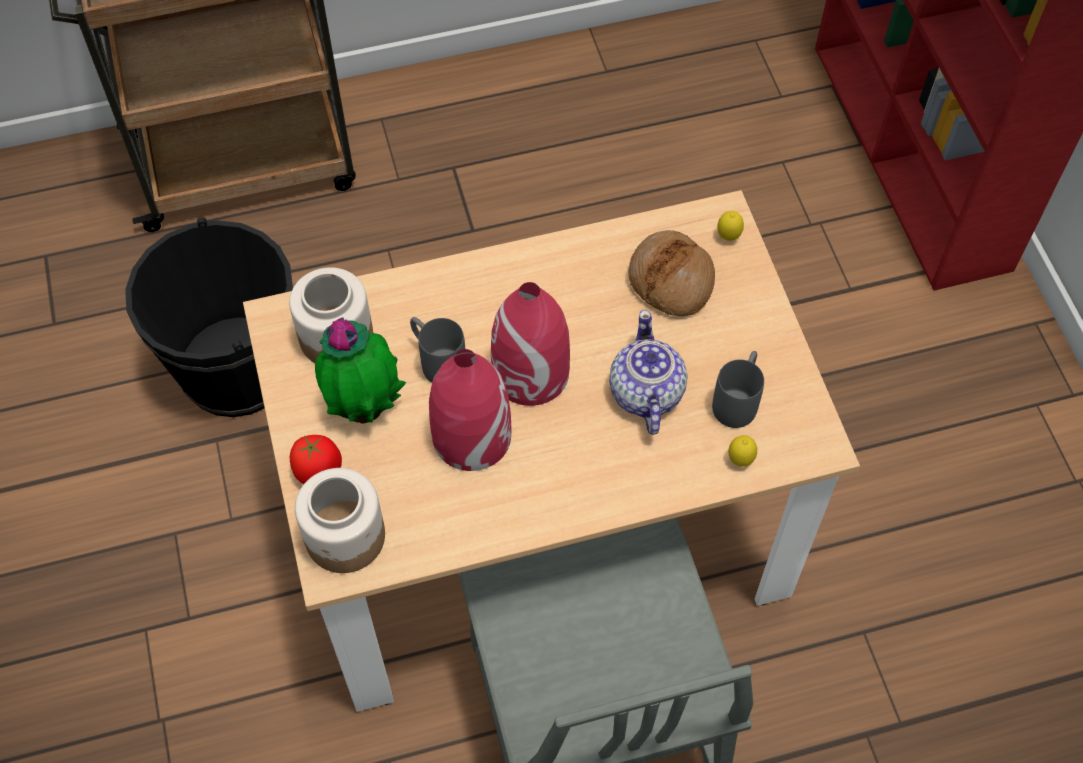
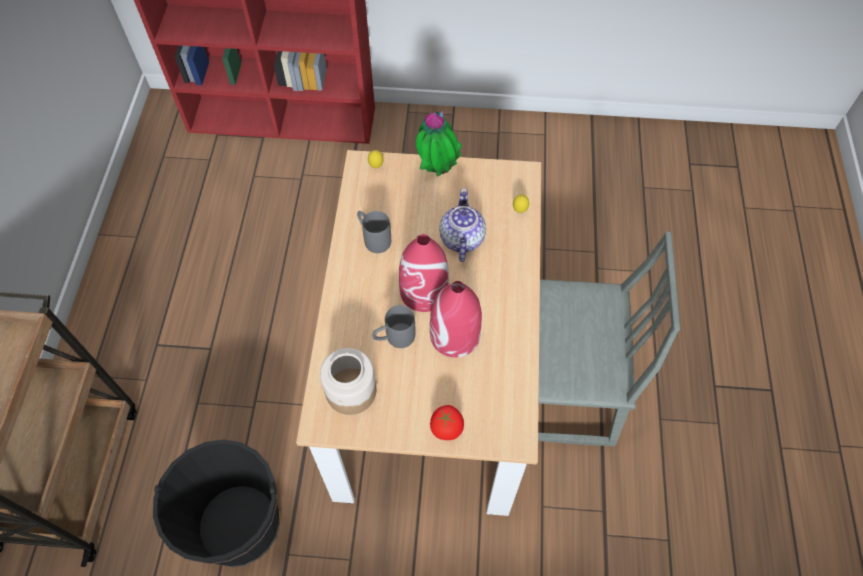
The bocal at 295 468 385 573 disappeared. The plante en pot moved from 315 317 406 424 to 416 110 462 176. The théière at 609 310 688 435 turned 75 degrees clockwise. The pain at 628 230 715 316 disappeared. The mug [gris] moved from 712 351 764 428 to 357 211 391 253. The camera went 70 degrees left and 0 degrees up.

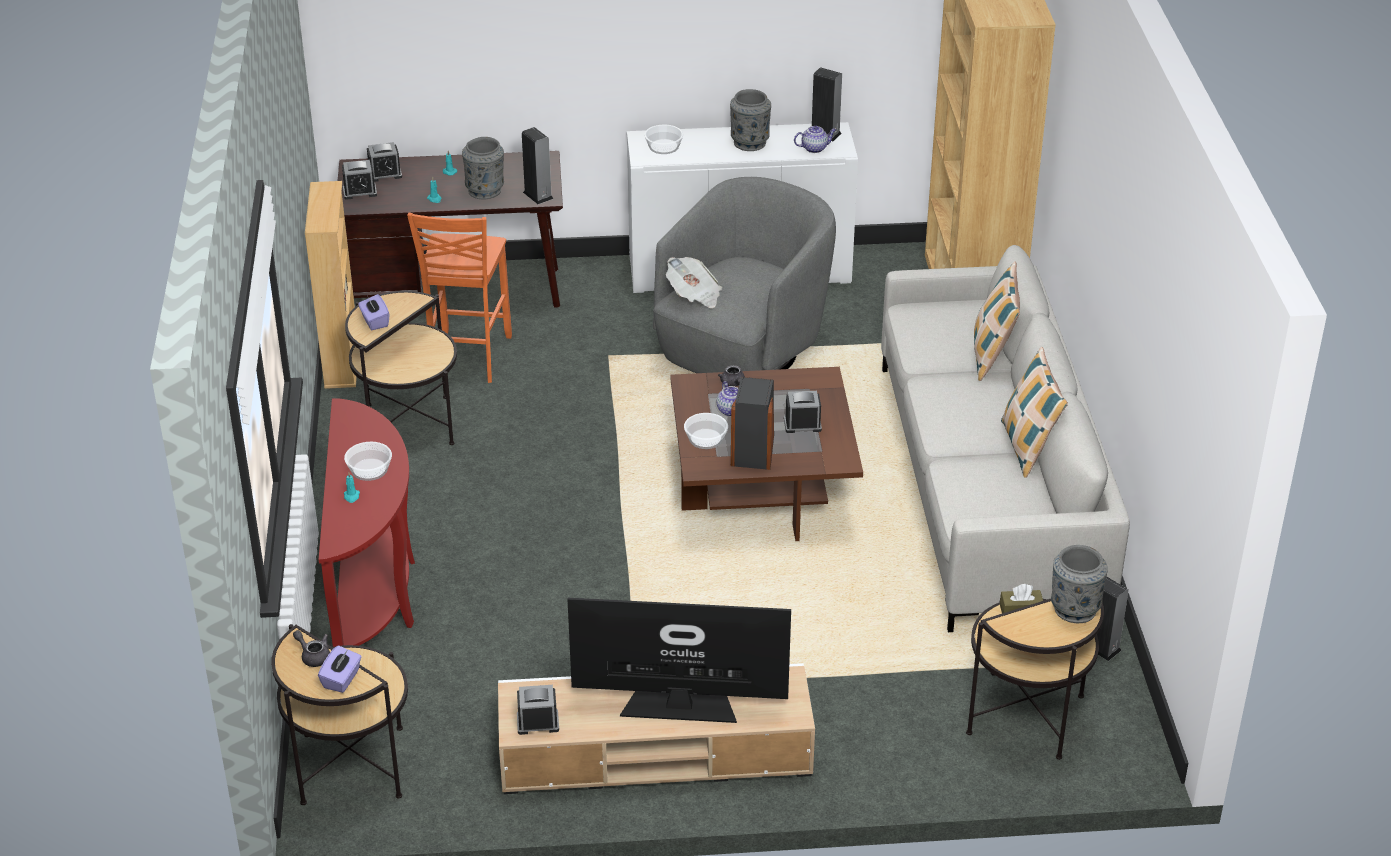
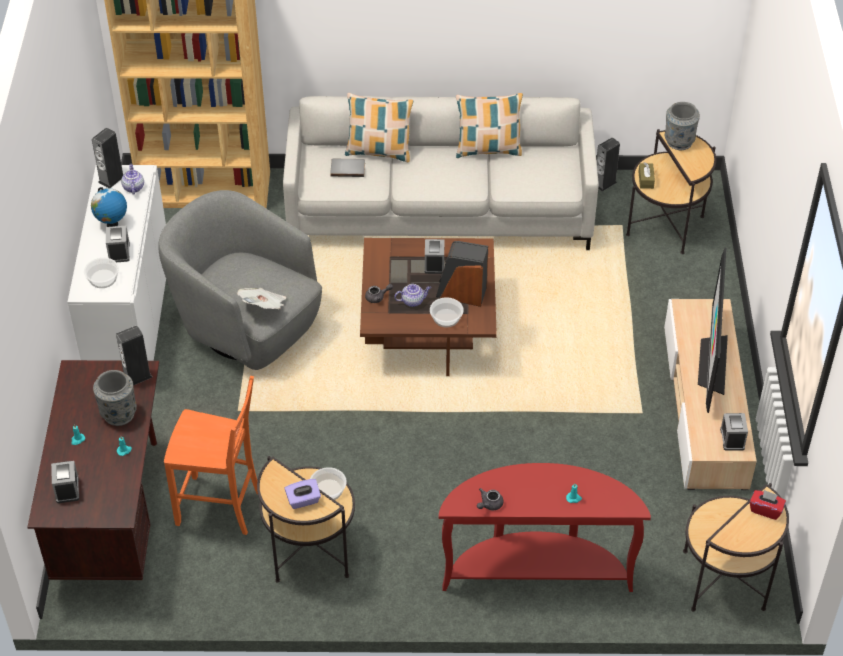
The théière [gris] moved from 293 630 330 667 to 477 488 504 510. The bibliothèque [beige] at 305 181 357 389 disappeared. The boîte à mouchoirs [violet] at 318 645 362 693 became the boîte à mouchoirs [rouge] at 750 490 786 520. The réveil moved from 342 160 377 200 to 106 226 130 262. The bol moved from 344 442 392 481 to 310 467 347 500. The vase [gris] at 730 89 771 151 was replaced by the globe at 91 187 127 227. The livre [gris] at 330 159 365 177 appeared. The camera went 85 degrees left and 10 degrees up.

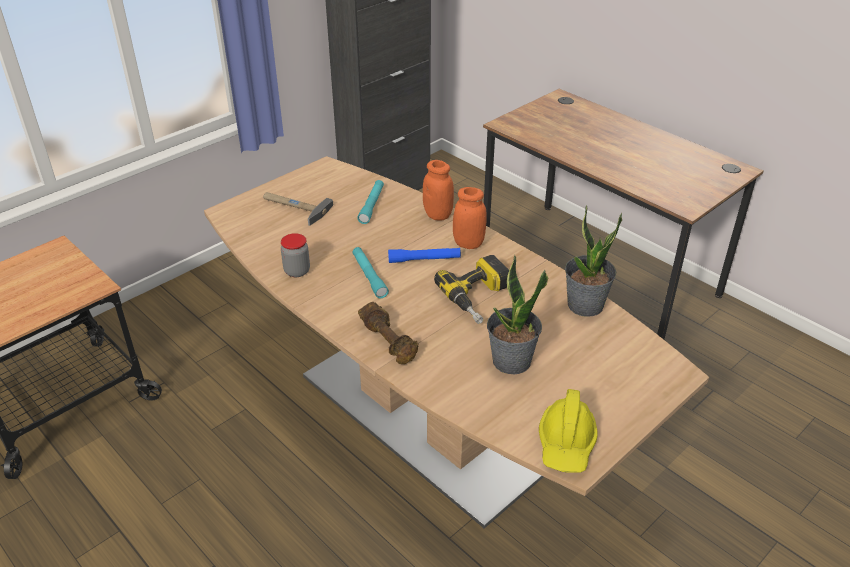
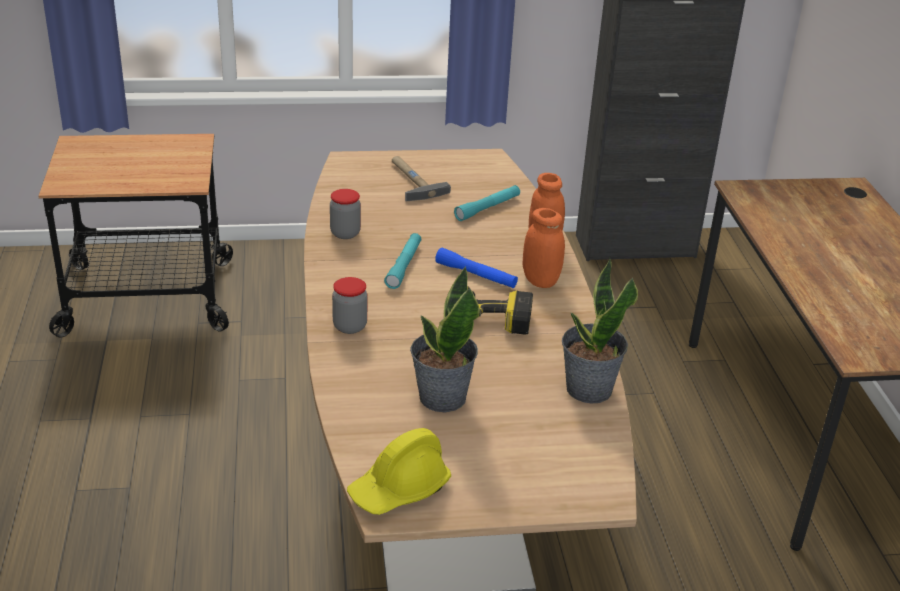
The haltère [marron] at 358 302 419 364 was replaced by the bocal at 332 277 367 334. The camera went 35 degrees right and 5 degrees down.

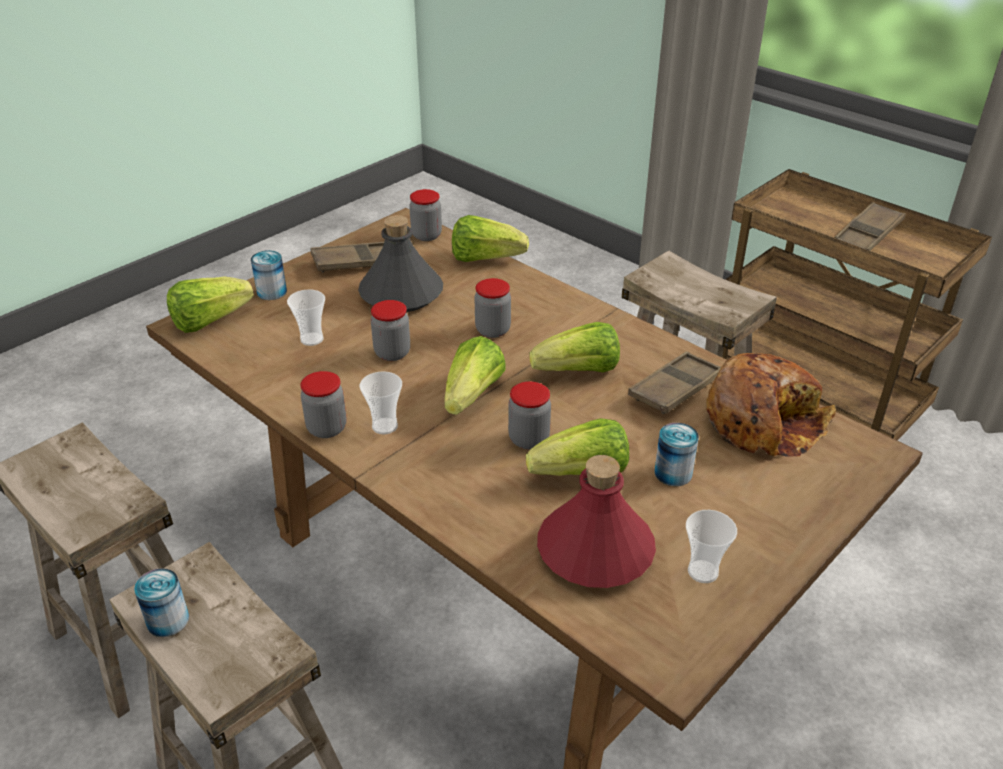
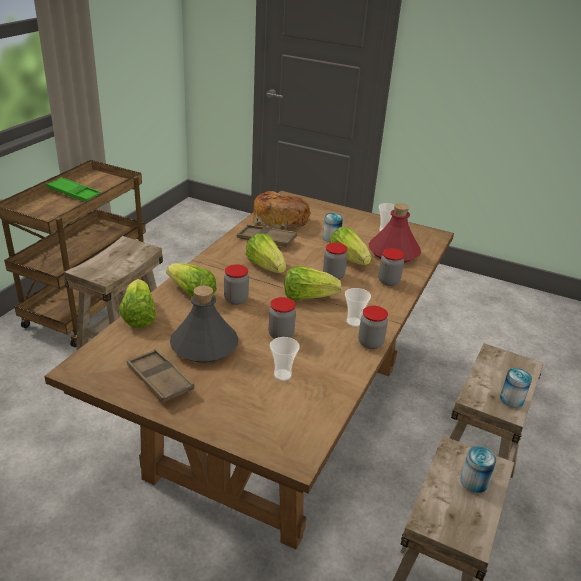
The laitue moved from 167 277 254 333 to 166 263 217 297. The boîte métallique moved from 251 250 287 300 to 461 446 496 493. The bocal moved from 409 189 442 241 to 378 248 404 286. The plateau [marron] at 834 202 906 251 became the plateau [vert] at 46 177 101 202. The camera went 110 degrees left and 5 degrees down.

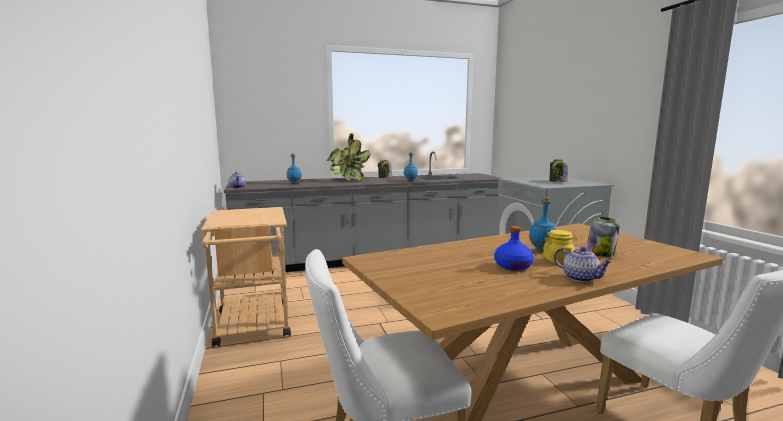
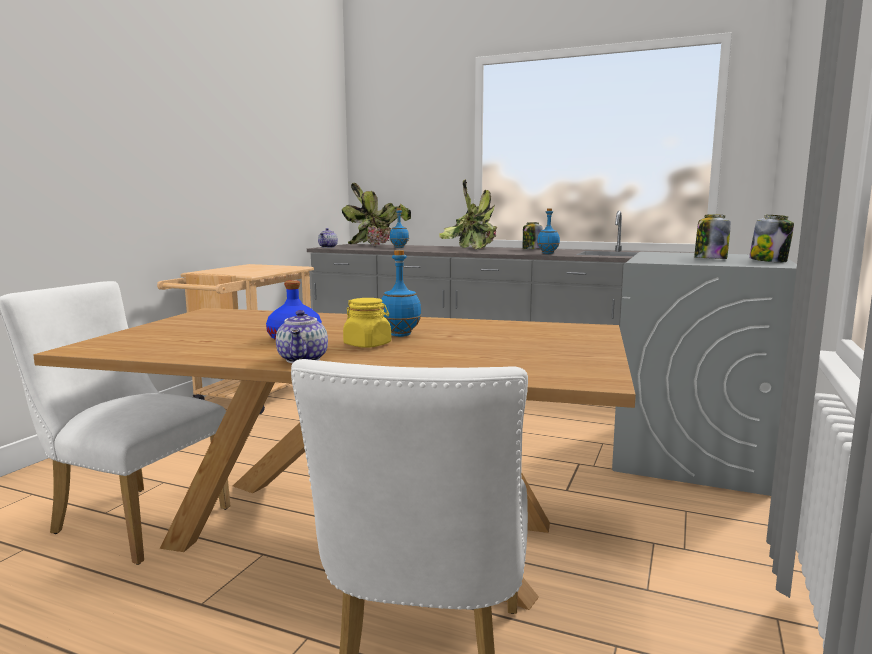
The bocal moved from 586 217 620 257 to 749 215 794 262. The plante en pot at 342 183 411 246 appeared. The camera went 40 degrees right and 0 degrees up.

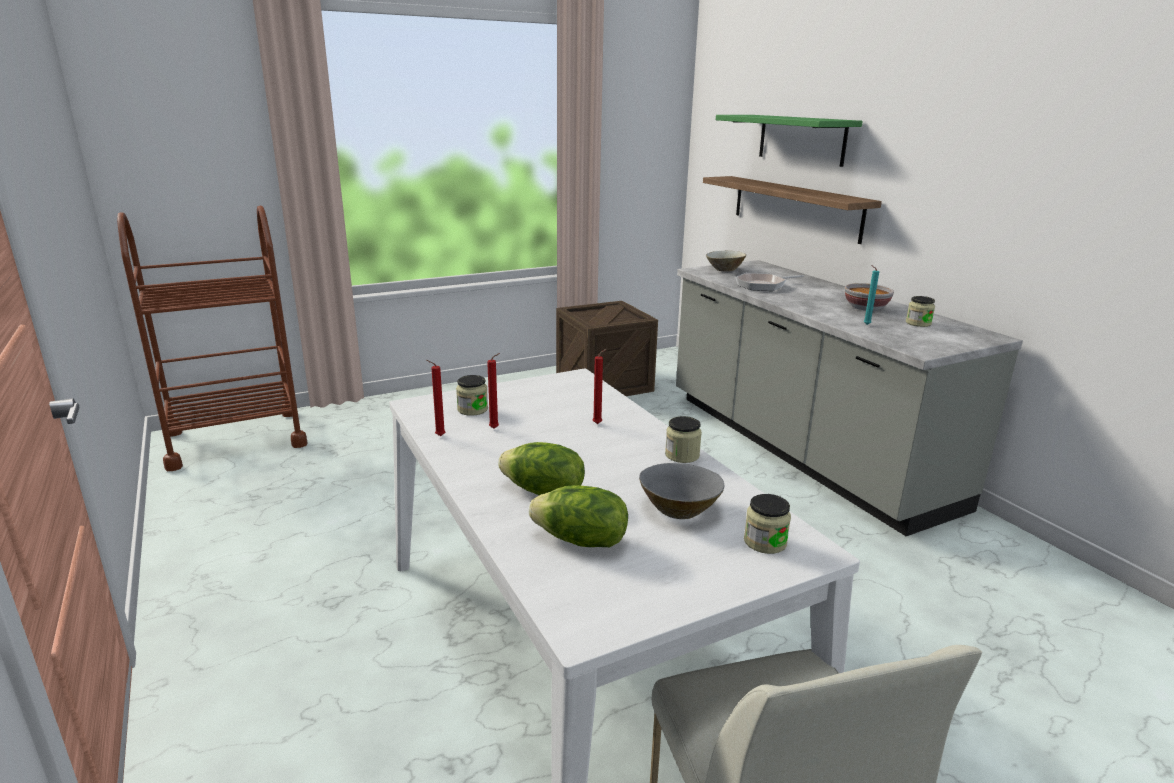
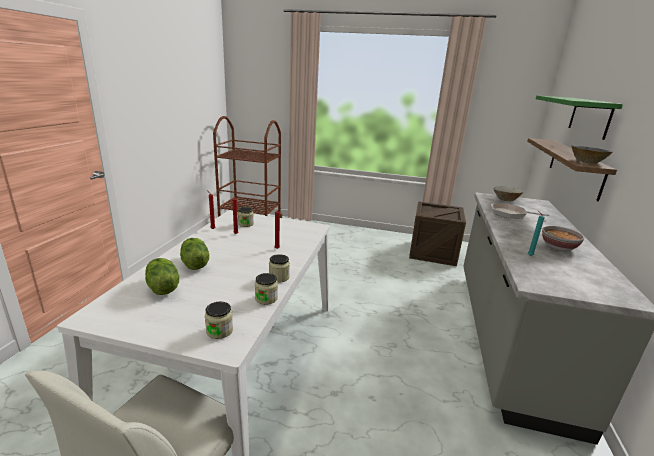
The bol [gris] moved from 639 463 724 519 to 572 145 613 164. The bocal moved from 906 296 935 327 to 255 273 278 305. The camera went 40 degrees right and 0 degrees up.

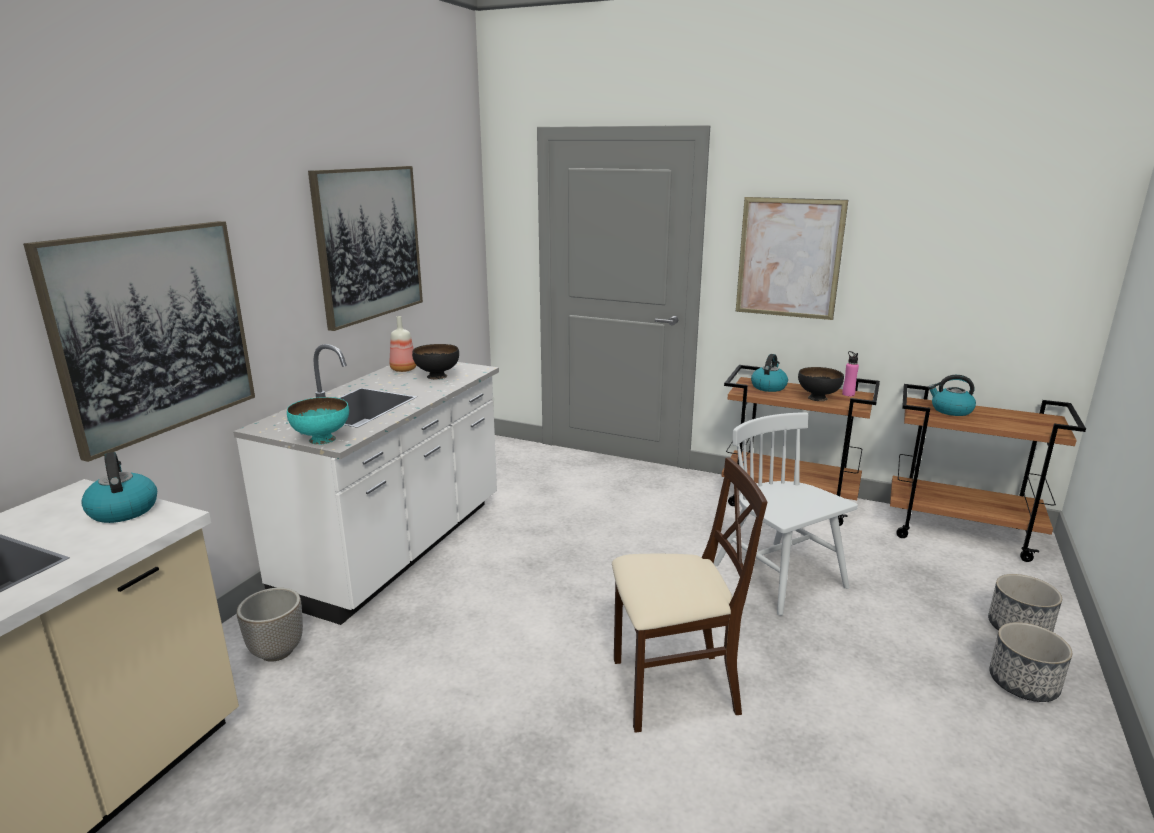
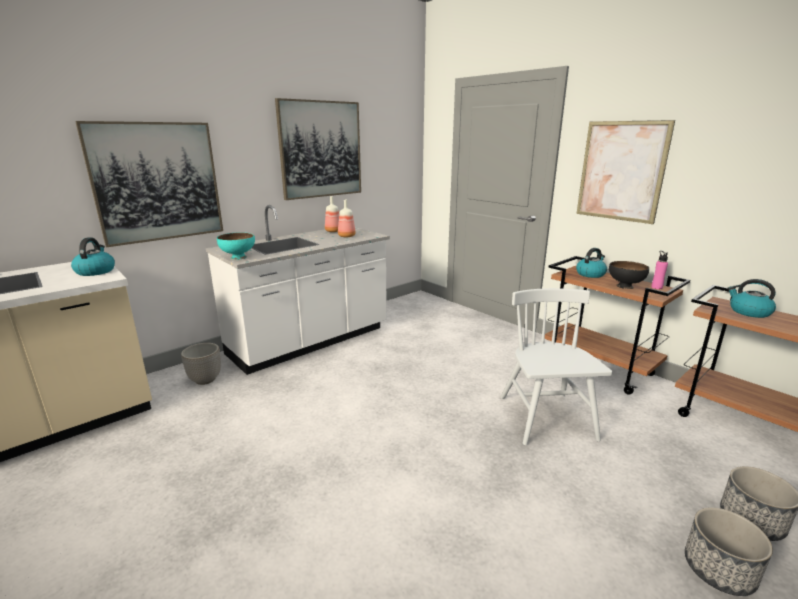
The bol [noir] at 412 344 459 379 was replaced by the bouteille at 338 200 356 237. The chaise [beige] at 612 457 767 733 disappeared. The camera went 25 degrees right and 0 degrees up.

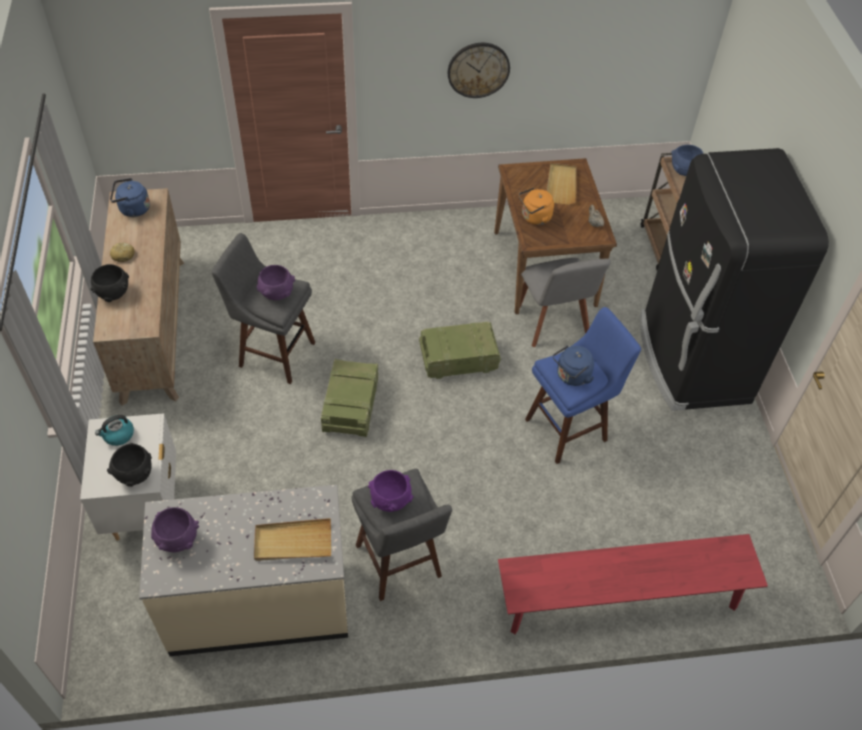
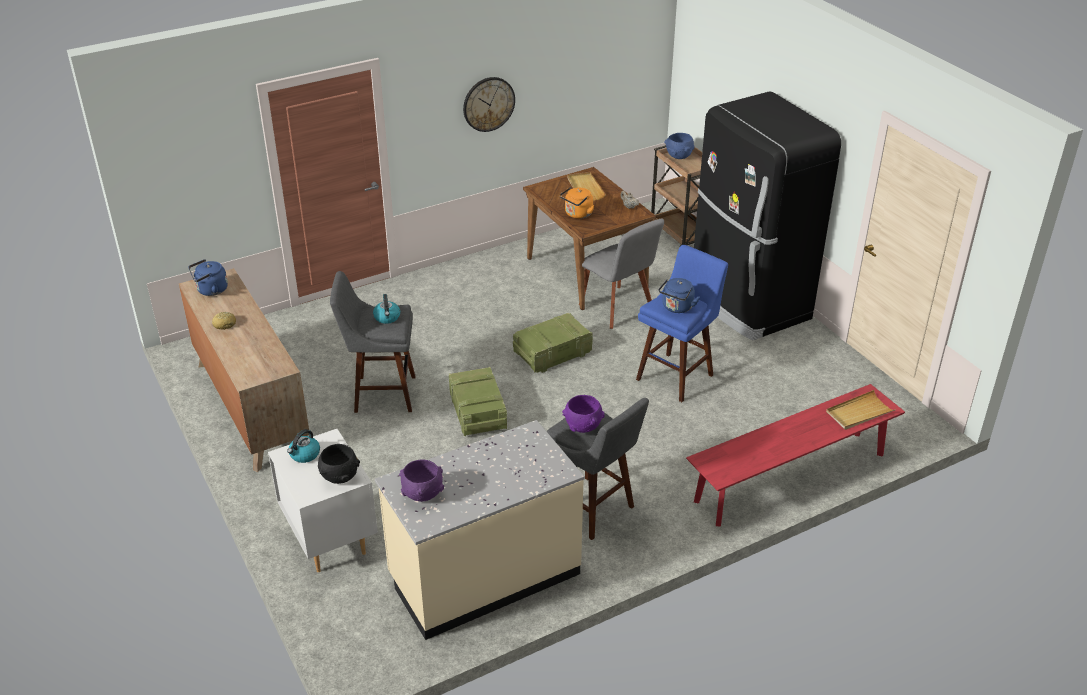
The bol [noir] at 90 264 129 302 disappeared. The plateau [beige] moved from 254 518 331 561 to 826 390 896 430. The bol [violet] at 257 265 295 300 was replaced by the bouilloire at 373 294 400 324. The camera went 20 degrees left and 15 degrees down.

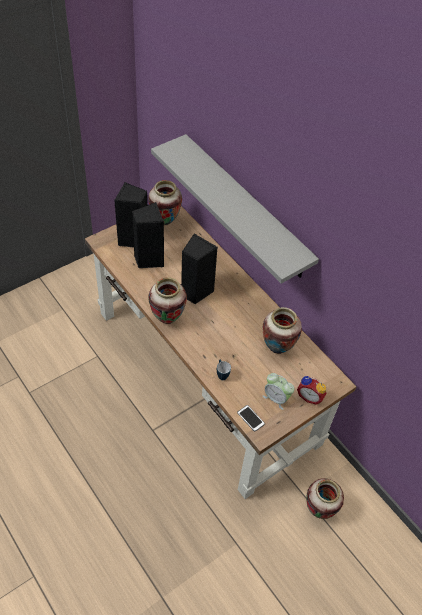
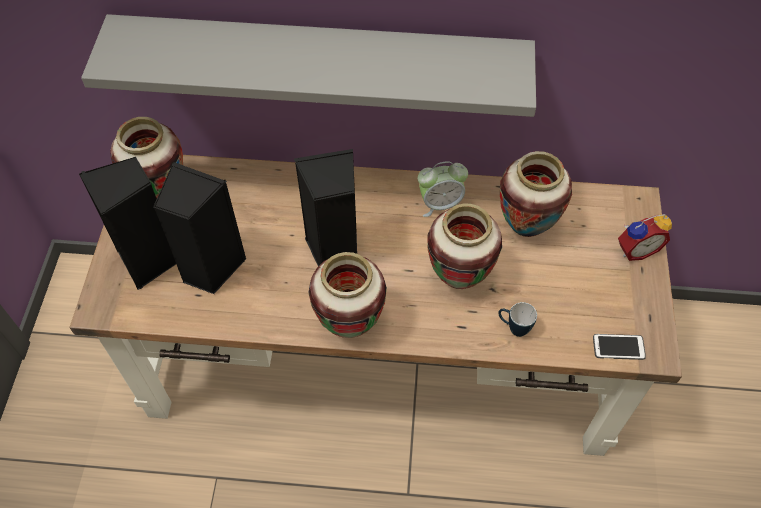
The réveil moved from 263 373 294 410 to 418 161 468 217. The vase moved from 306 478 344 519 to 427 203 502 289. The camera went 45 degrees left and 5 degrees up.

